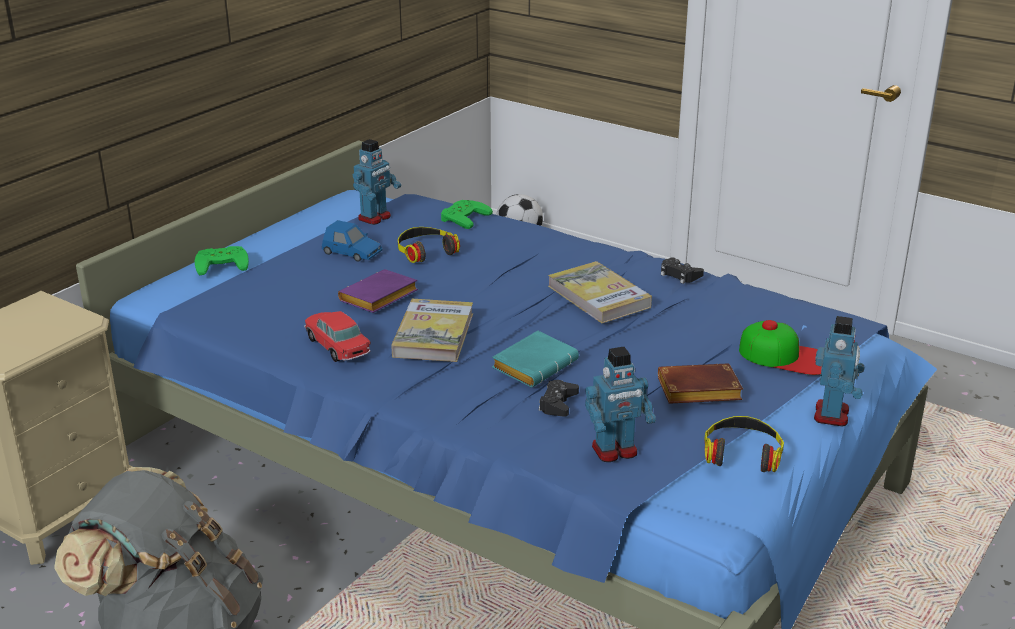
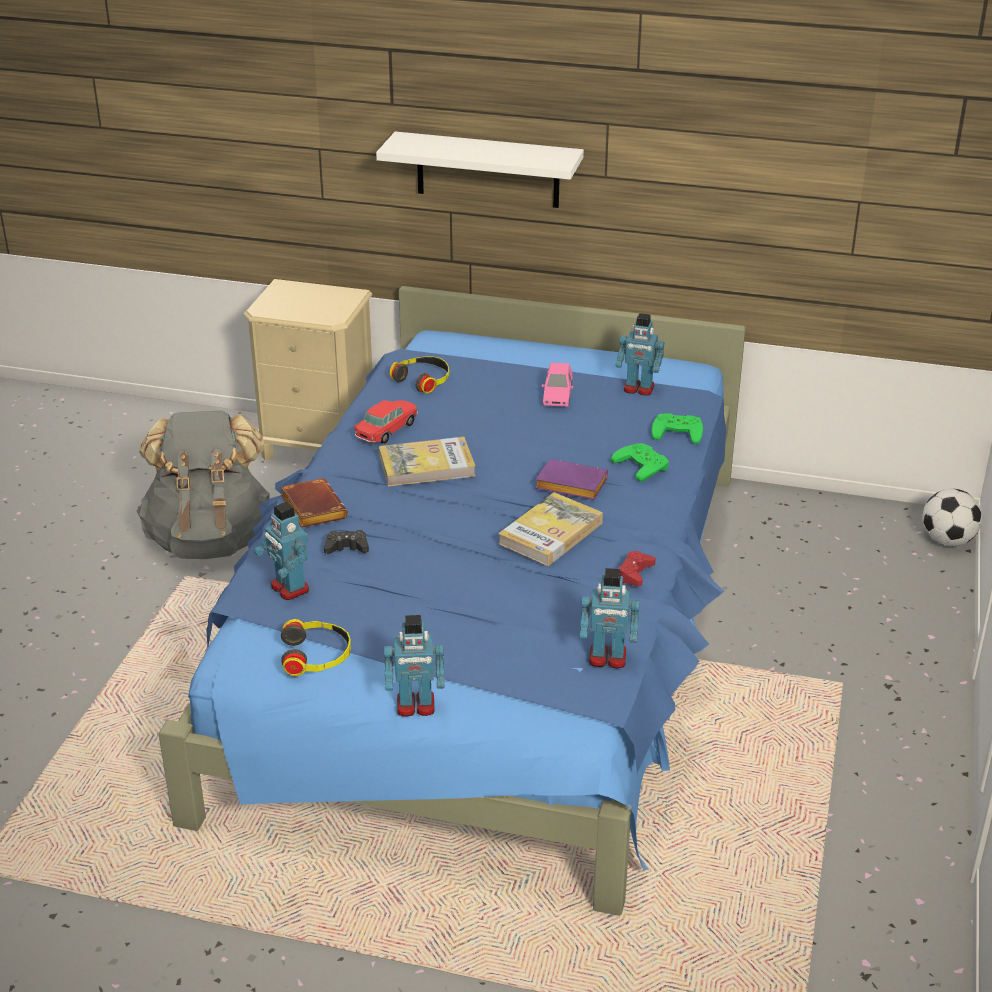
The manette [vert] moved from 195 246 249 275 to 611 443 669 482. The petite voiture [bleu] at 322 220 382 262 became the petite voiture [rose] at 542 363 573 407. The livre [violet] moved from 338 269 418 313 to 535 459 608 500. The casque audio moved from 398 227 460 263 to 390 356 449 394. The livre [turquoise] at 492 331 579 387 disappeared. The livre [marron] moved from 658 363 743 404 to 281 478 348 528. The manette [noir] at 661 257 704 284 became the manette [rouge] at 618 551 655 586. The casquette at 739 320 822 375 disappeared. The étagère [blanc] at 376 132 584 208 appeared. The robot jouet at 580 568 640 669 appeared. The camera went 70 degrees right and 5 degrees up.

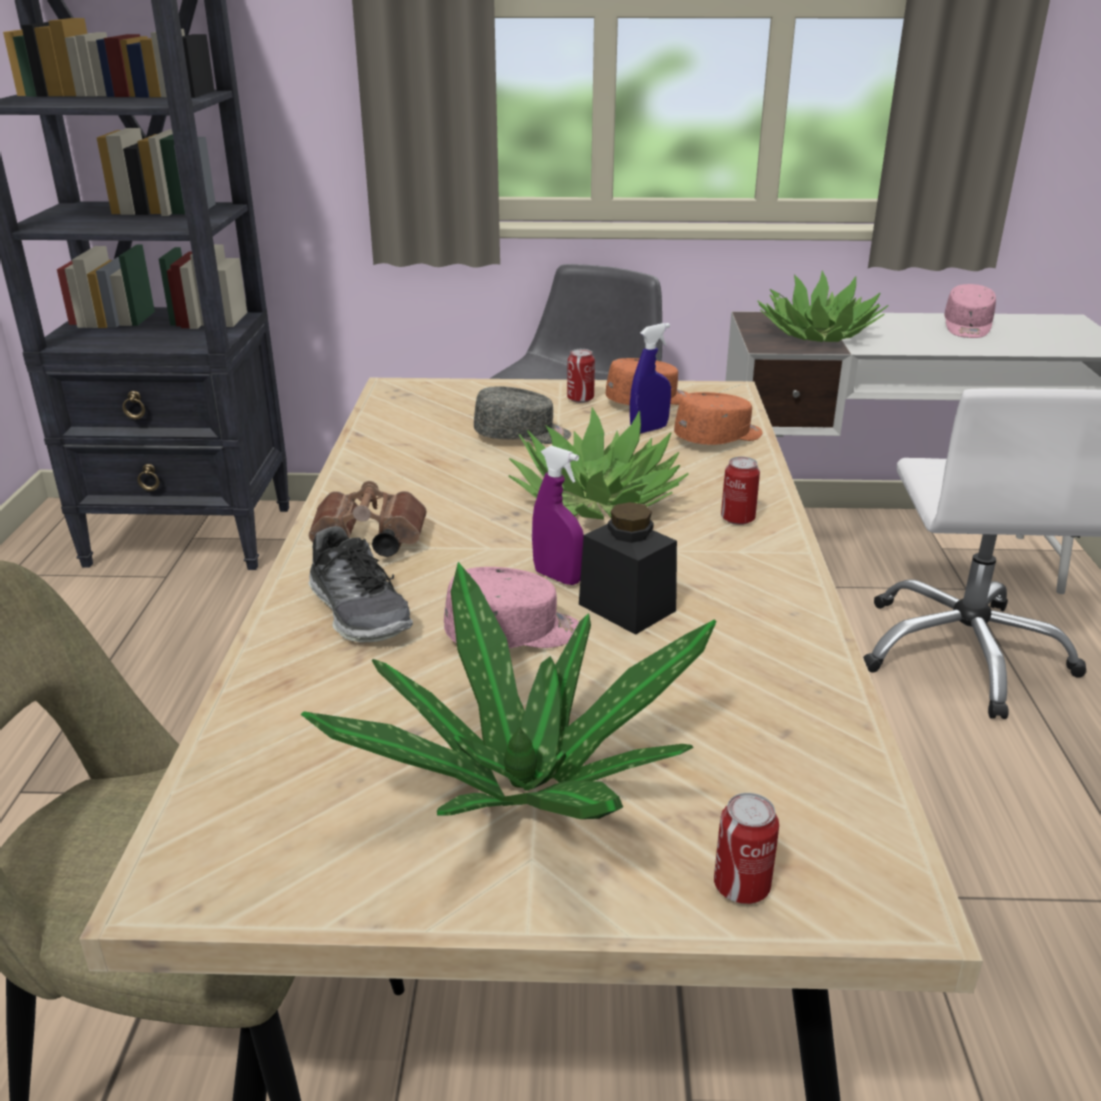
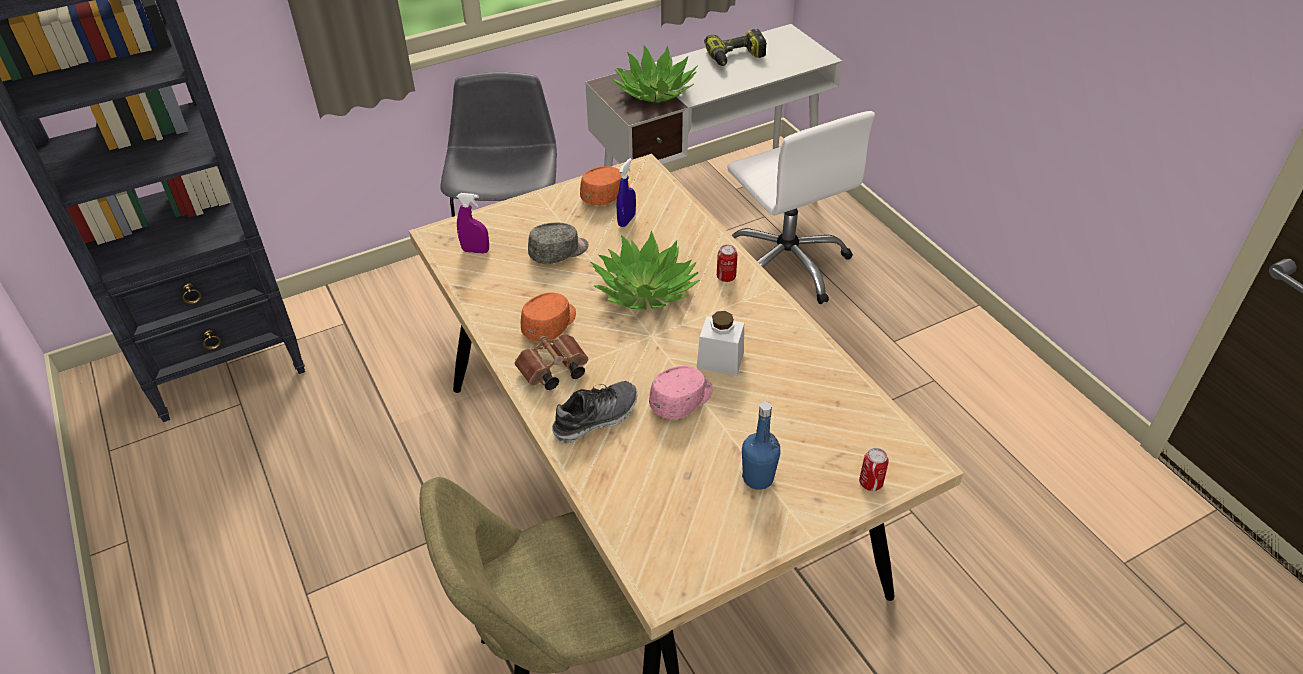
The plante en pot at 301 562 717 819 was replaced by the bouteille [bleu] at 742 401 781 490. The chaussure at 308 526 413 643 turned 60 degrees counterclockwise. The vaporisateur [violet] moved from 532 445 584 585 to 457 193 489 254. The boîte métallique at 567 349 595 403 disappeared. The bocal [noir] at 579 502 677 635 became the bocal [blanc] at 697 311 744 376. The casquette [orange] moved from 674 392 763 445 to 521 293 576 342. The casquette [rose] at 944 284 996 338 was replaced by the perceuse at 704 29 767 66. The camera went 30 degrees left and 15 degrees up.

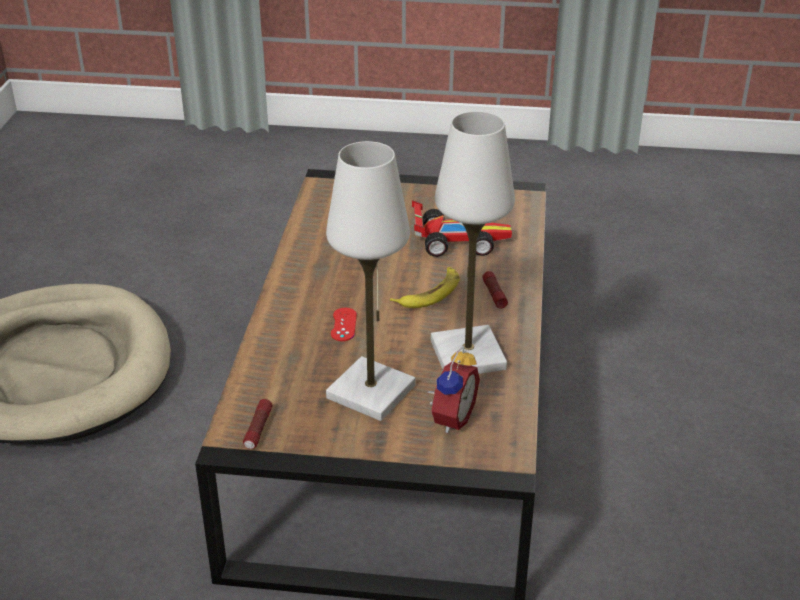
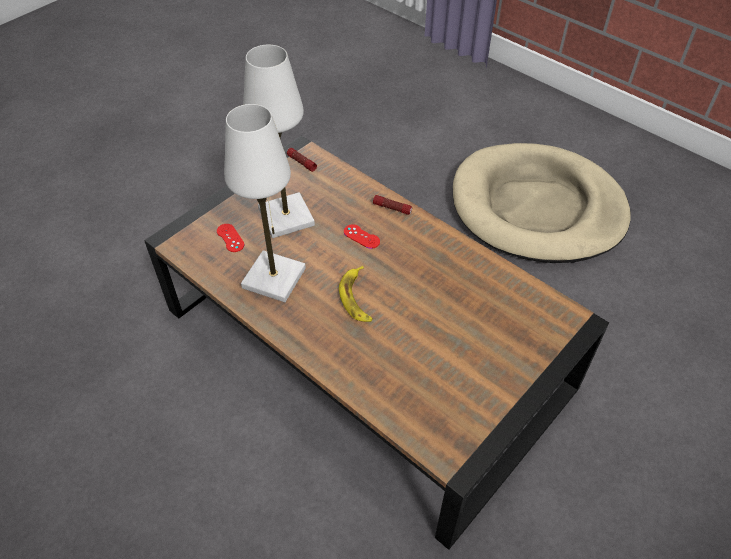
The petite voiture at 412 200 512 257 disappeared. The réveil at 427 346 480 433 was replaced by the manette [rouge] at 217 224 244 252. The lampe de poche moved from 482 271 508 309 to 373 195 412 215. The camera went 125 degrees right and 15 degrees up.

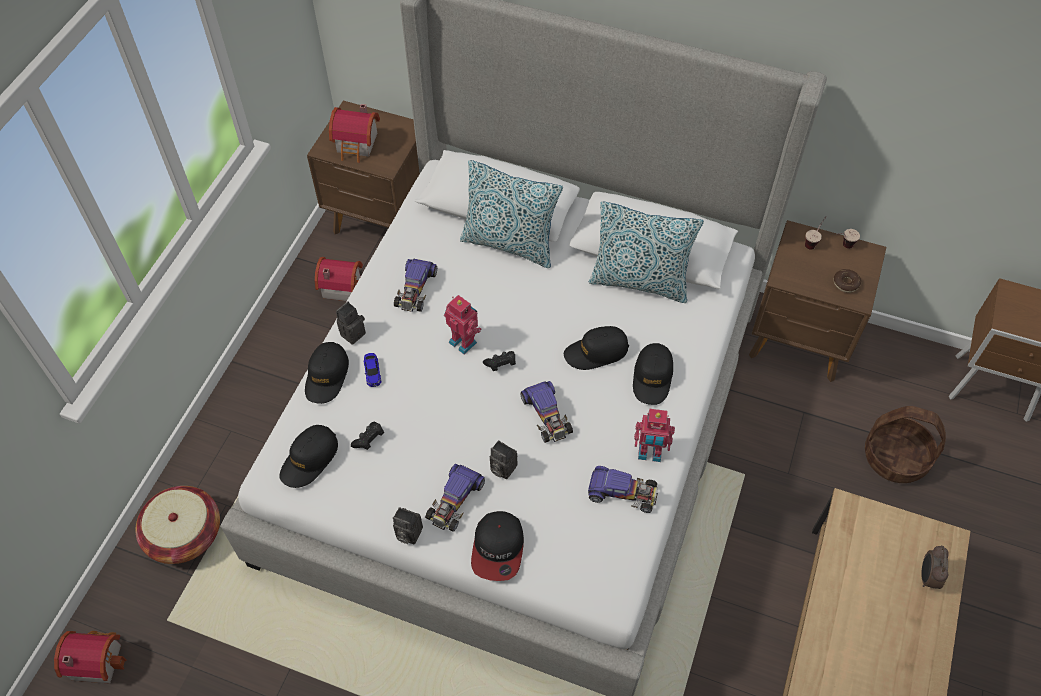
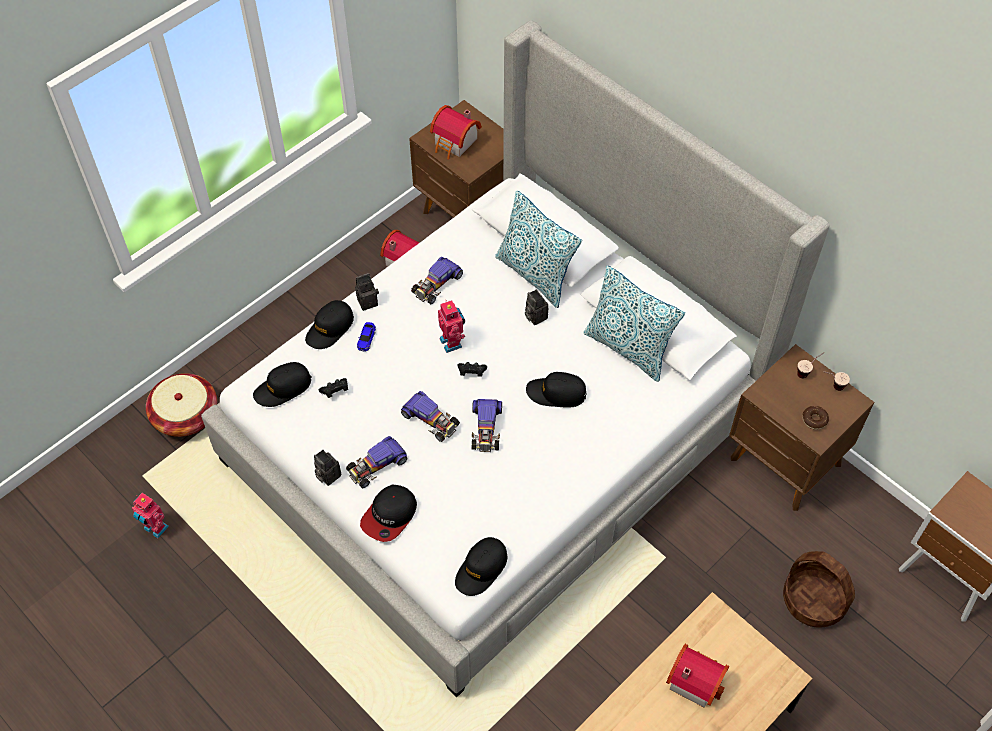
The maison miniature moved from 54 631 127 684 to 666 644 729 708. The appareil photo moved from 490 440 518 479 to 525 289 548 325. The petite voiture moved from 588 466 658 513 to 401 391 460 442. The casquette [noir] moved from 633 343 673 405 to 455 537 507 596. The robot jouet moved from 634 409 675 462 to 132 493 169 538. The réveil at 921 546 949 589 disappeared. The camera went 25 degrees right and 0 degrees up.

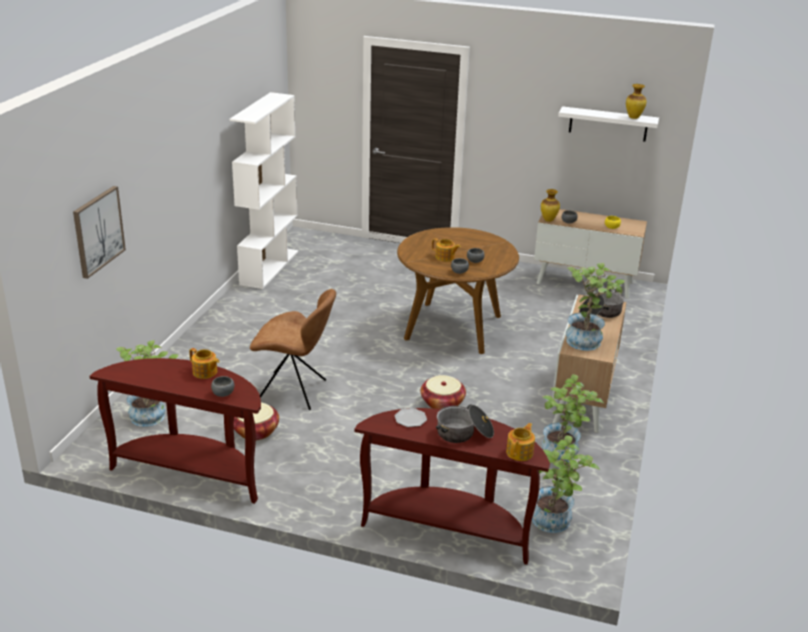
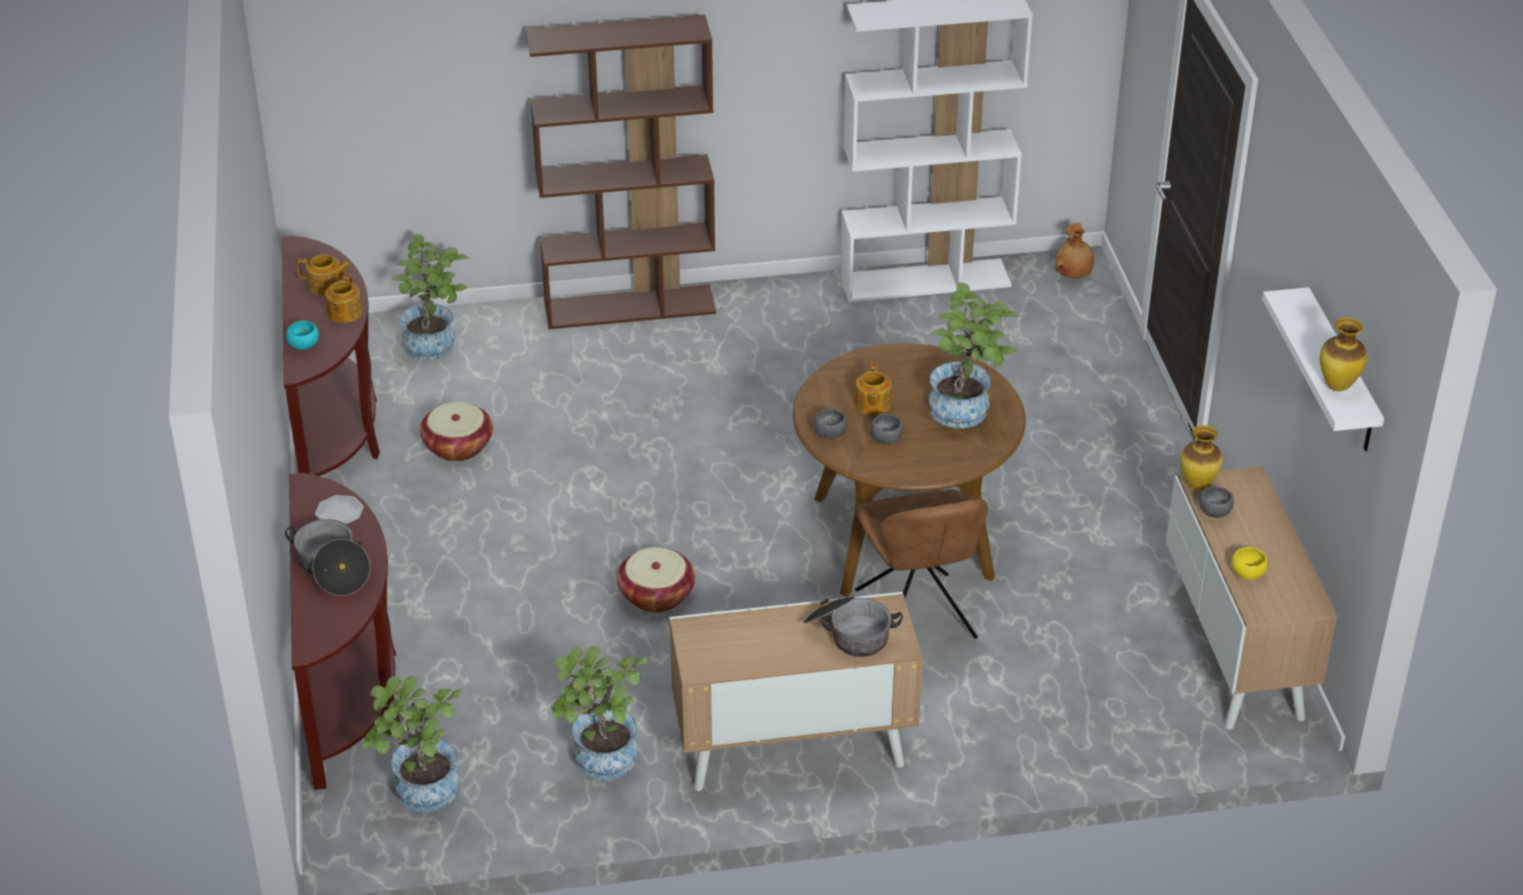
The tableau at 73 186 126 279 disappeared. The bol [gris] at 211 376 235 397 became the bol [turquoise] at 286 321 319 350. The chaise [marron] moved from 250 289 336 410 to 855 490 988 639. The théière moved from 506 423 535 461 to 297 254 351 296. The plante en pot moved from 566 263 625 351 to 929 283 1020 429. The bibliothèque [marron] at 526 15 716 329 appeared. The vase [marron] at 1055 223 1094 278 appeared. The camera went 65 degrees right and 10 degrees up.

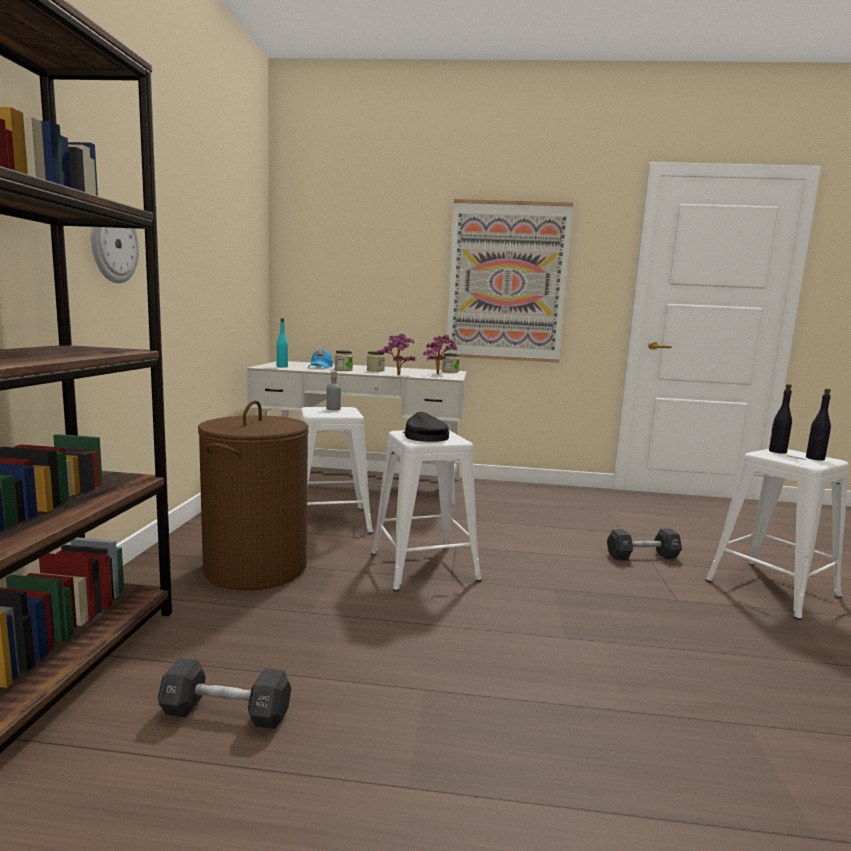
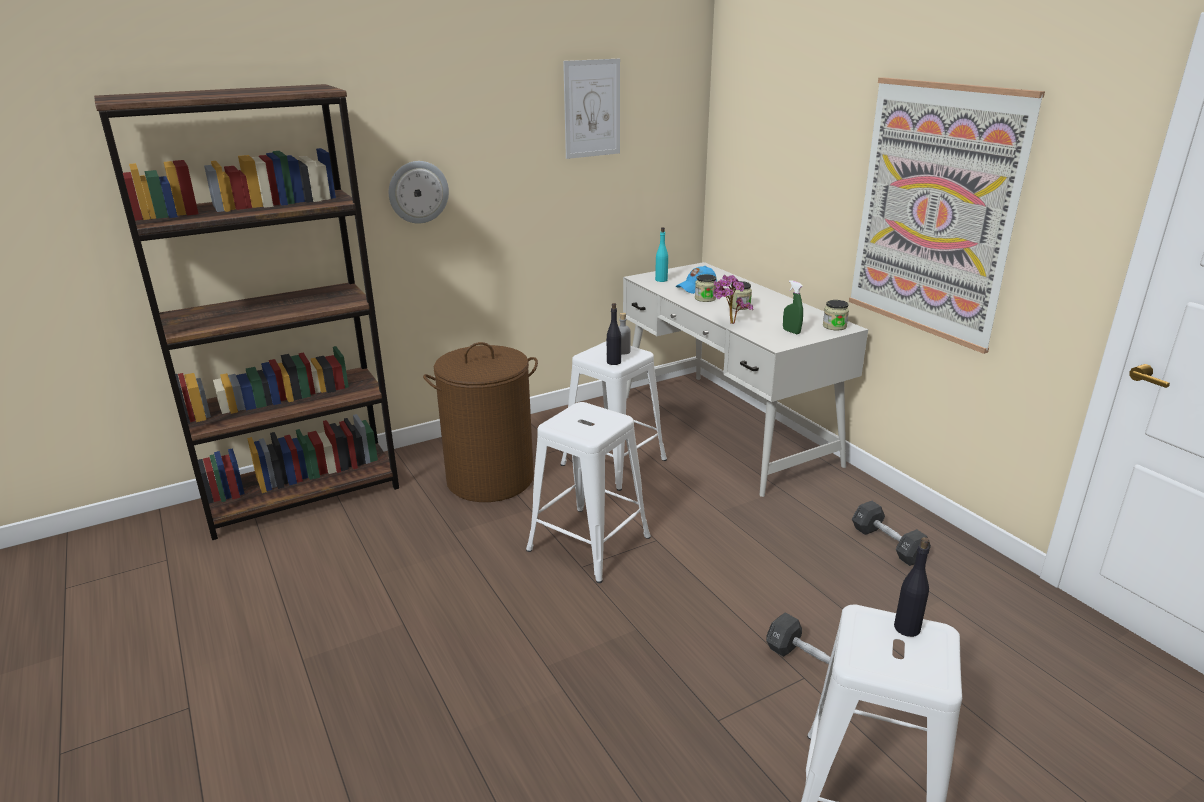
The haltère [noir] moved from 158 658 291 729 to 852 501 931 566. The casquette [noir] at 403 412 449 442 disappeared. The plante en pot at 423 335 457 374 was replaced by the vaporisateur [vert] at 783 280 803 334. The bouteille [noir] moved from 806 389 831 460 to 606 303 621 365. The tableau at 563 59 620 159 appeared. The camera went 55 degrees right and 15 degrees up.

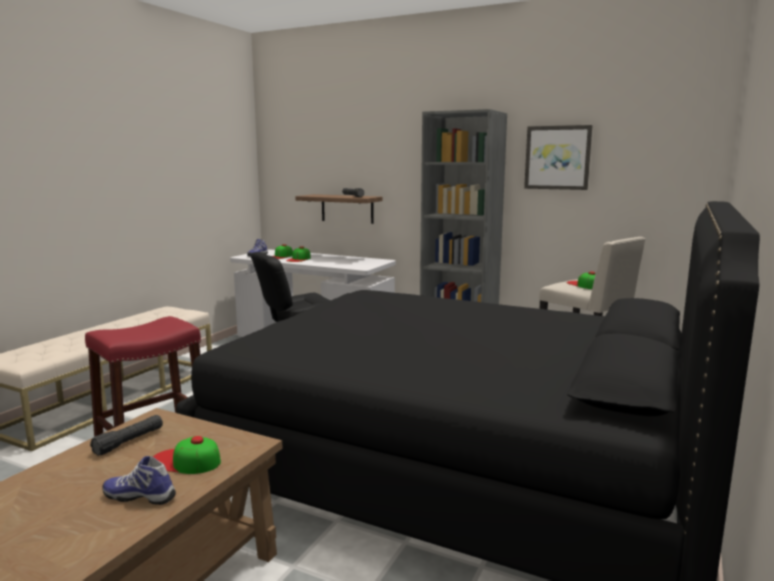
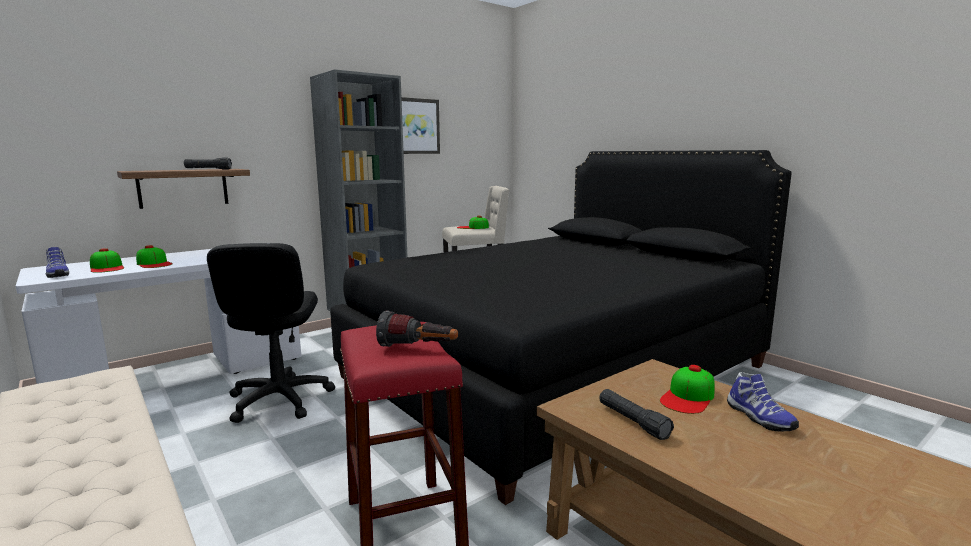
The chaussure at 102 456 176 505 turned 60 degrees counterclockwise. The lampe de poche at 376 311 458 347 appeared. The camera went 65 degrees left and 0 degrees up.

